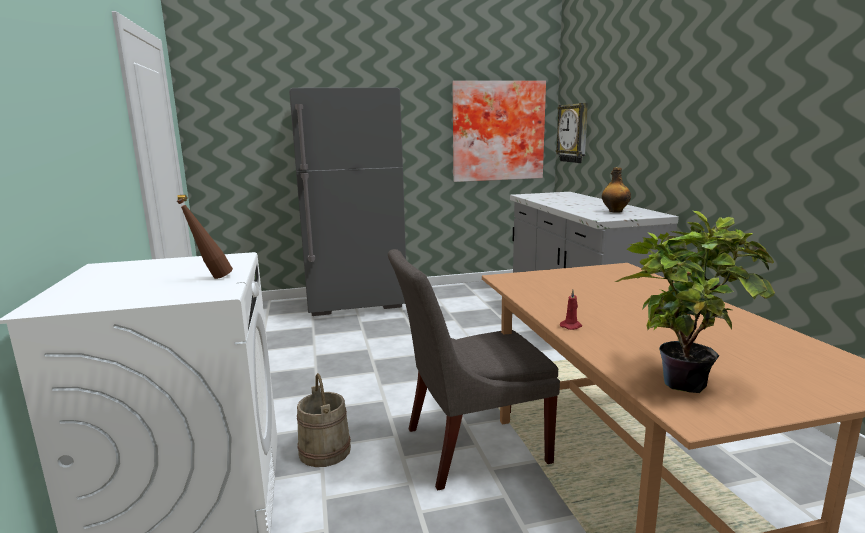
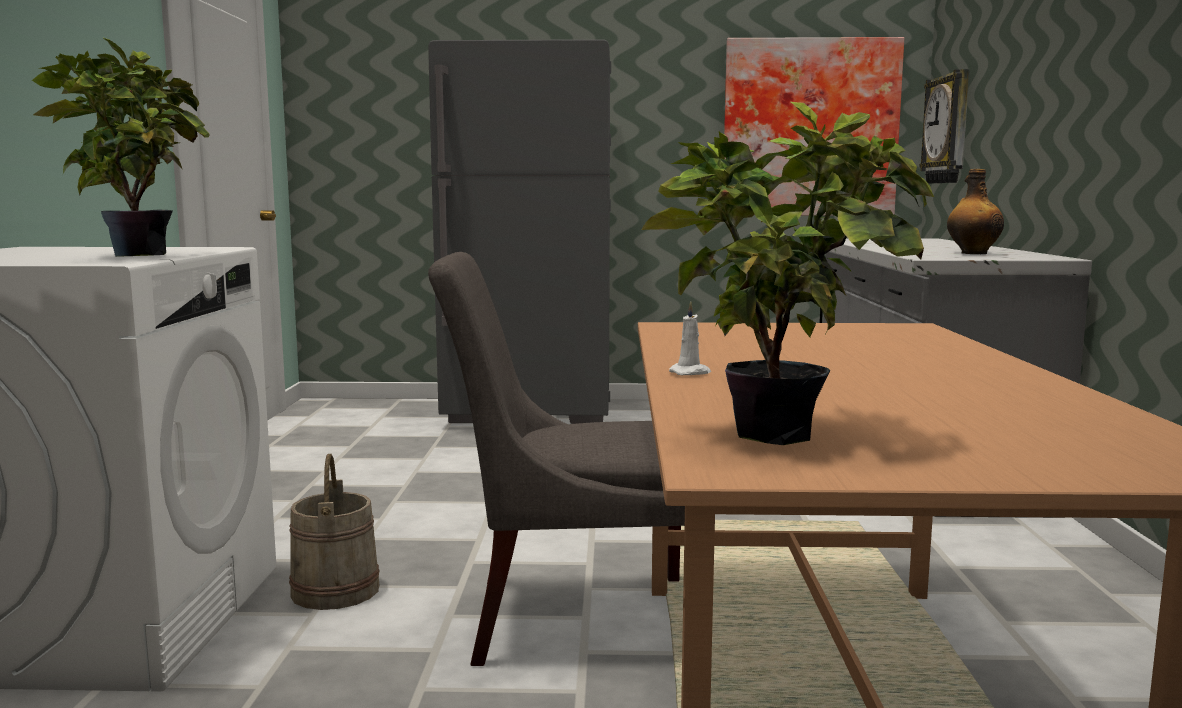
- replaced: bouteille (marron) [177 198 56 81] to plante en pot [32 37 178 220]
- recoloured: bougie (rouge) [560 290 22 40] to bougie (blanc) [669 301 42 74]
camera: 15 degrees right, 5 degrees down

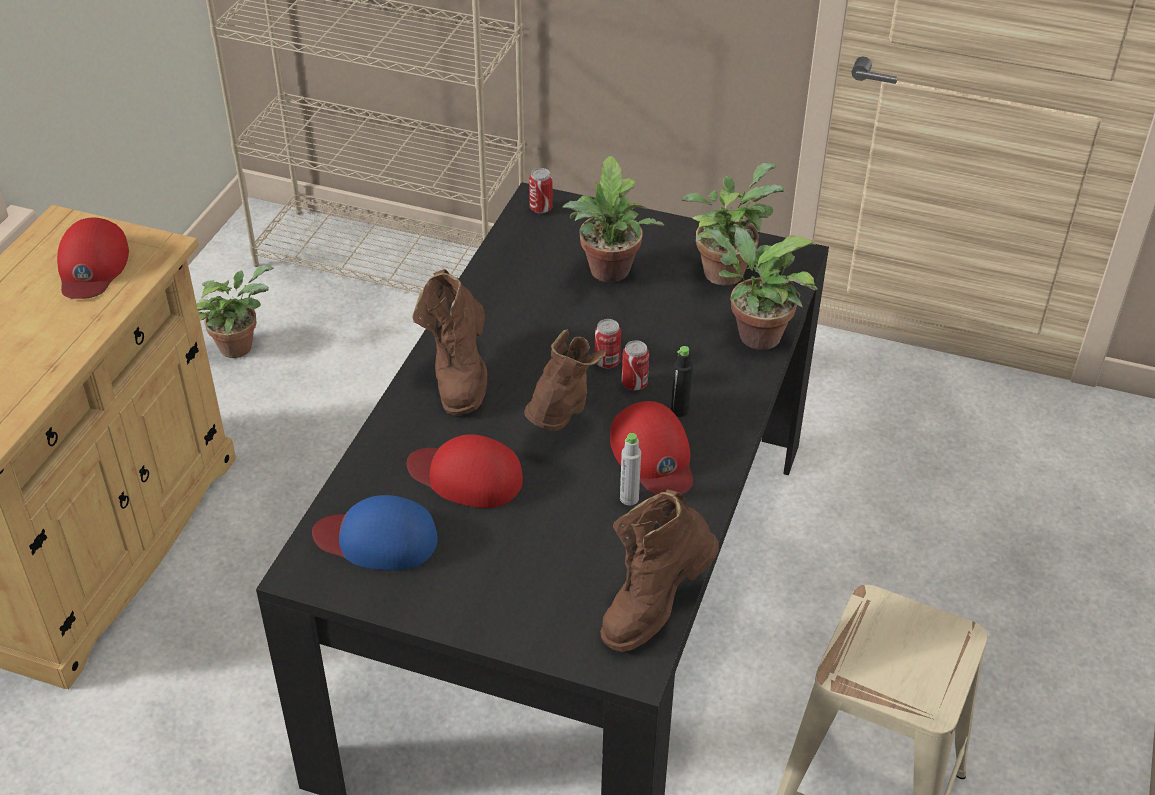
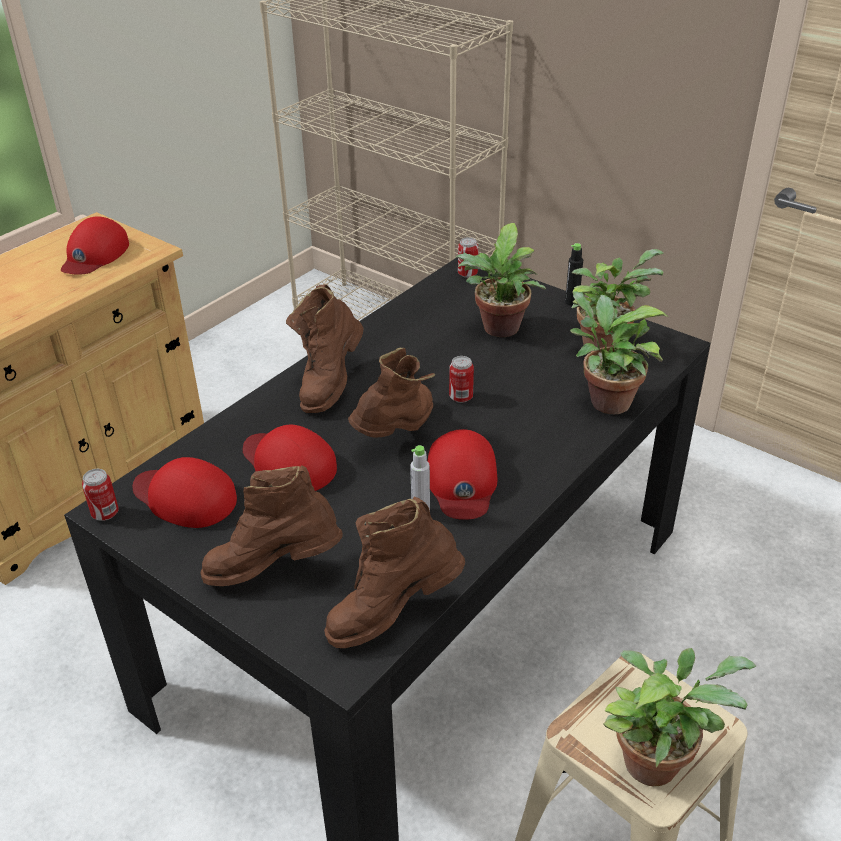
- moved: boîte métallique [622 340 27 51] to [82 469 37 52]
- recoloured: casquette (bleu) [312 495 126 76] to casquette (rouge) [133 457 104 71]
- added: botte (marron) [200 465 143 121]
- moved: bouteille (noir) [671 346 22 71] to [565 243 18 63]
- moved: plante en pot [196 265 78 93] to [603 648 153 138]
camera: 20 degrees right, 5 degrees down

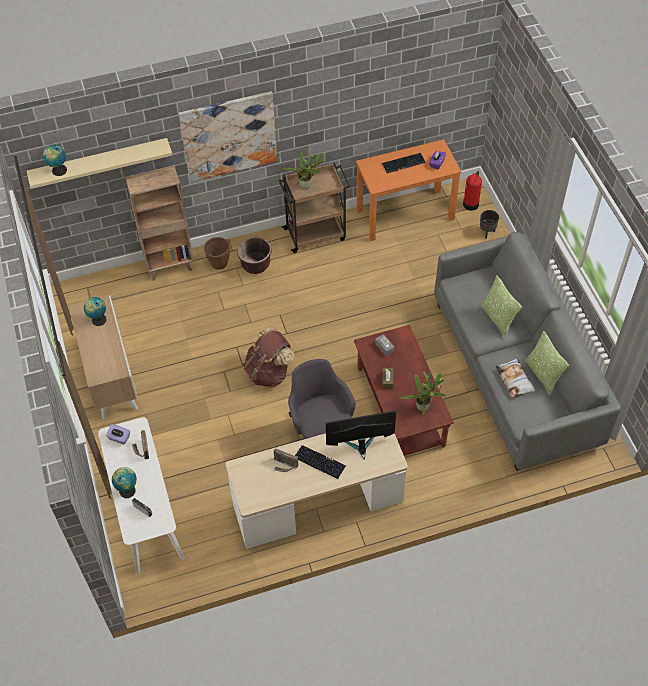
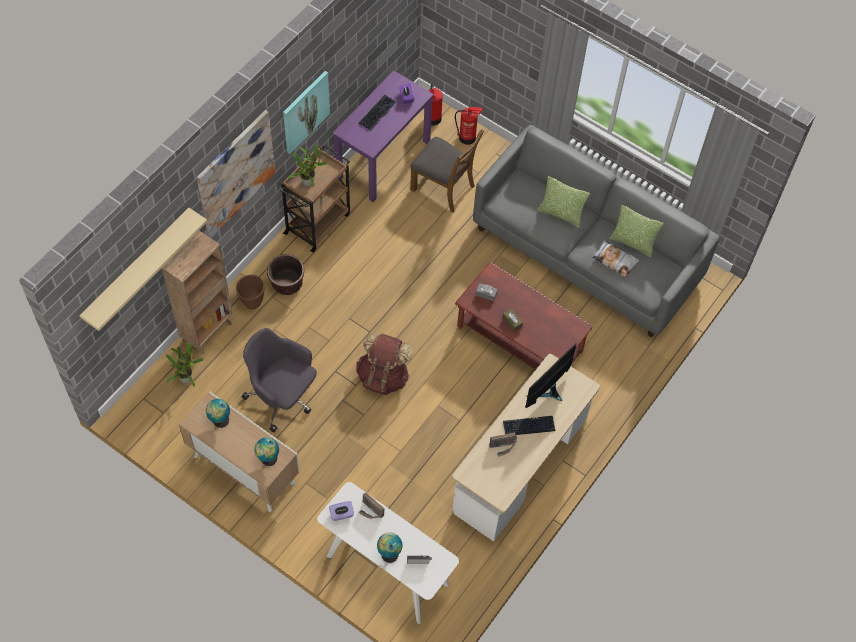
- moved: plante en pot [401 371 45 44] to [166 342 38 44]
- moved: chaise de bureau (gris) [288 359 68 81] to [242 328 75 104]
- moved: globe [43 145 24 31] to [255 437 24 29]
- added: tableau [283 71 47 83]
- recoloured: bureau (orange) [356 139 105 102] to bureau (violet) [332 71 102 131]
- added: chaise (marron) [410 129 74 83]
- replaced: cache-pot (noir) [480 210 19 29] to extincteur [455 107 27 38]
camera: 40 degrees left, 5 degrees up

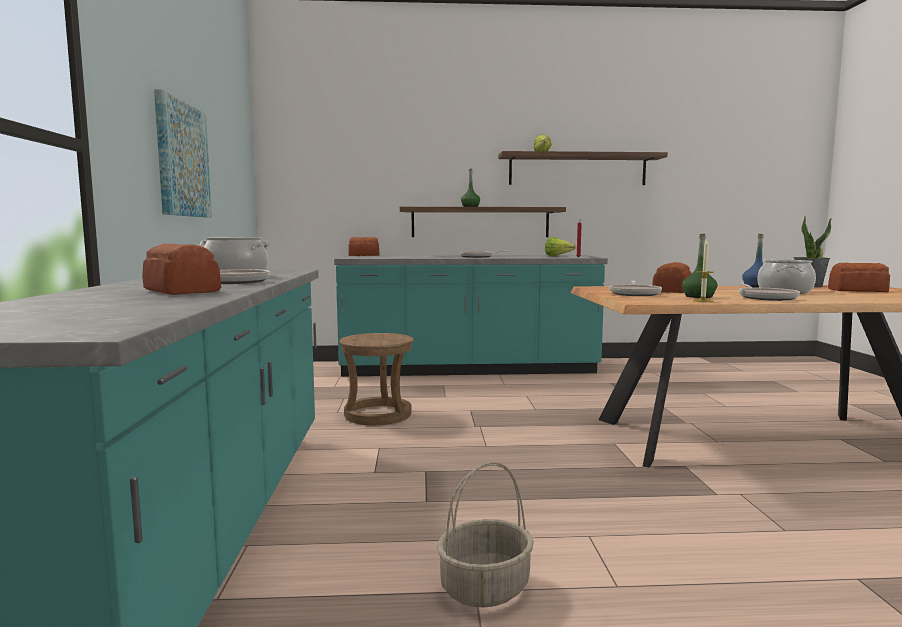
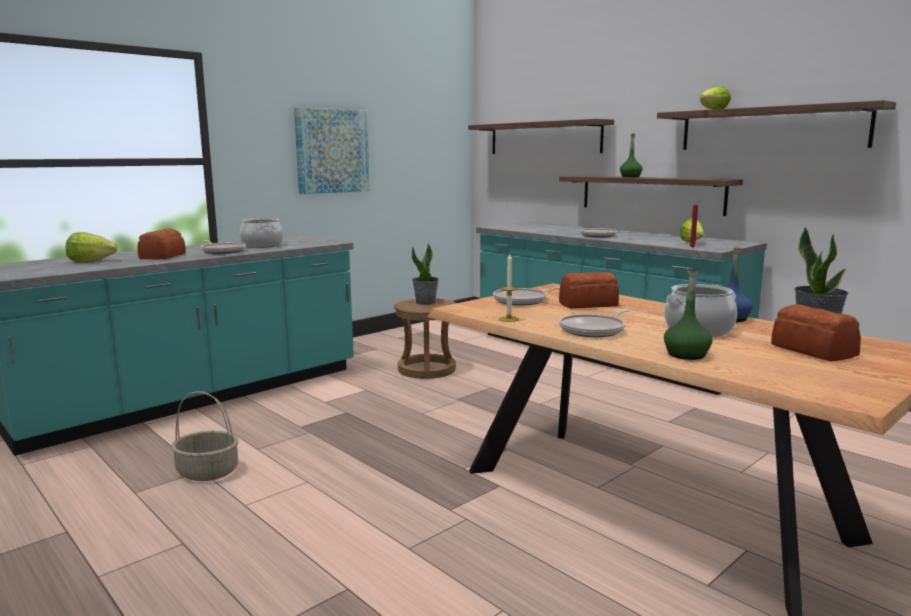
- added: laitue [66 232 52 30]
- added: plante en pot [412 243 27 62]
- added: étagère [468 119 146 35]
- moved: bouteille (vert) [682 234 35 64] to [664 268 49 92]
- removed: pain [348 237 31 19]
camera: 50 degrees right, 5 degrees up

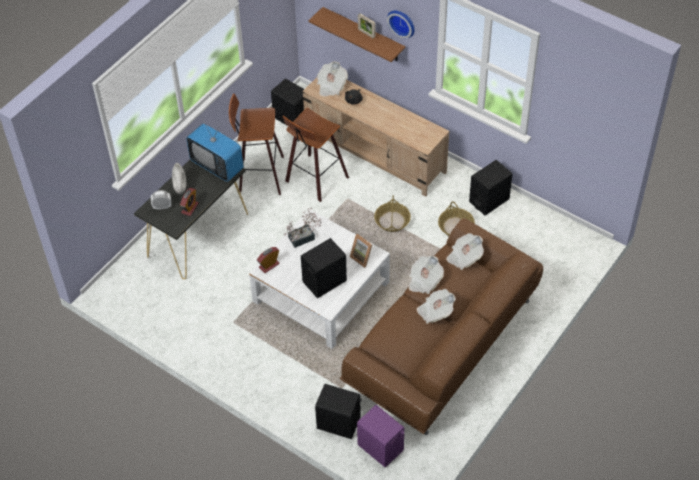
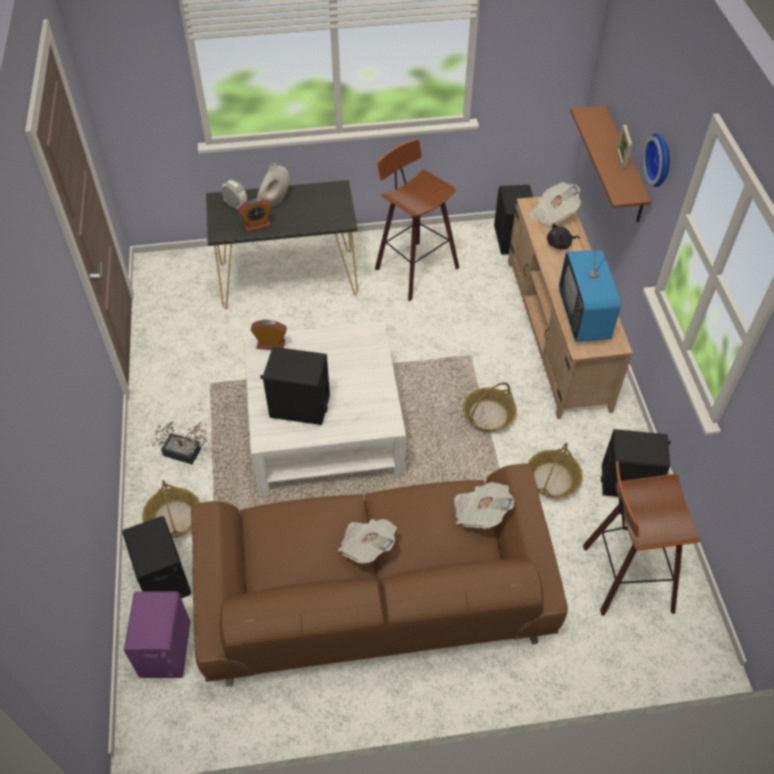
- added: panier [142 480 58 58]
- moved: plante en pot [284 208 38 40] to [152 421 55 44]
- moved: téléviseur [186 118 58 64] to [559 233 62 109]
- moved: tabouret [282 107 67 95] to [583 461 118 155]
- removed: cadre photo [350 234 22 34]
- removed: journal [409 256 35 38]
camera: 45 degrees right, 0 degrees up

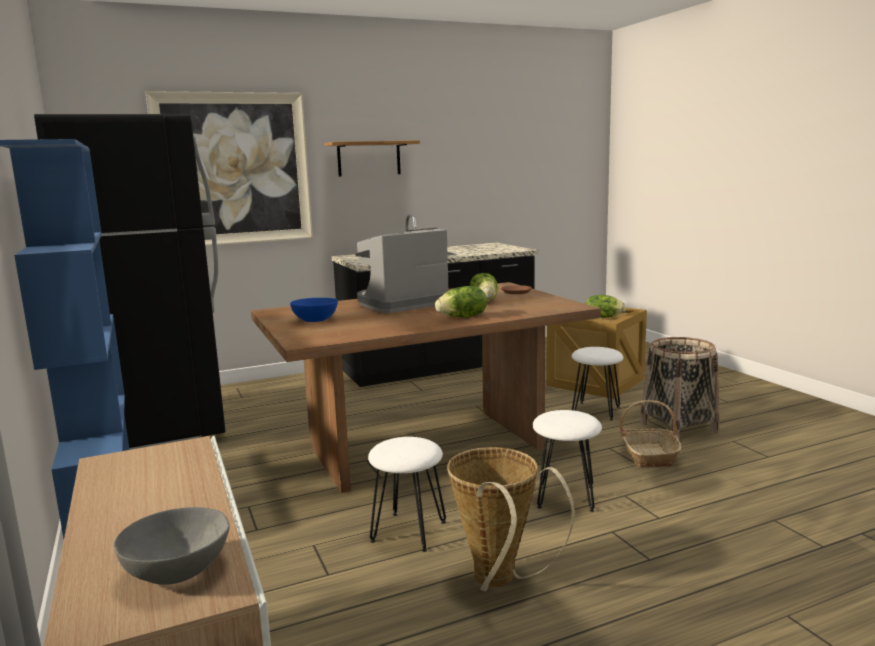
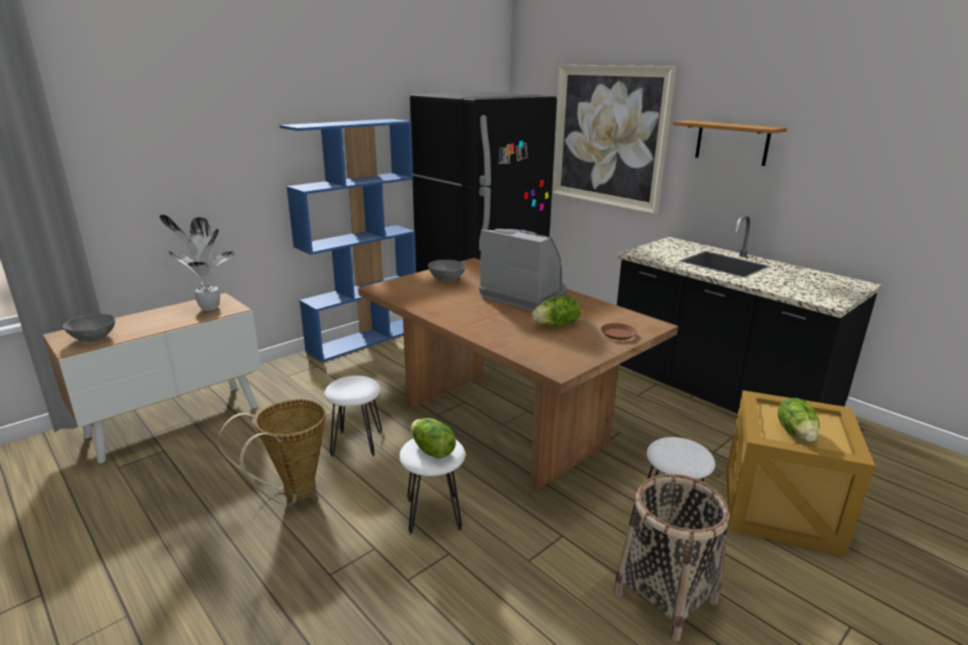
- added: plante en pot [160 215 75 96]
- moved: laitue [435 286 52 32] to [411 418 45 41]
- recoloured: bol (bleu) [290 298 48 24] to bol (gris) [428 260 37 22]
- removed: panier [619 400 63 67]
camera: 70 degrees right, 10 degrees up

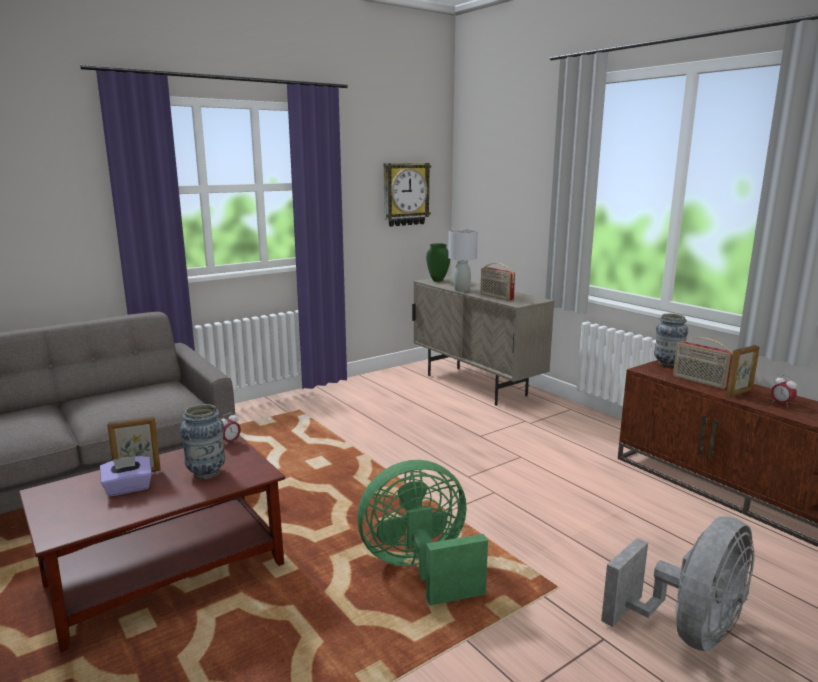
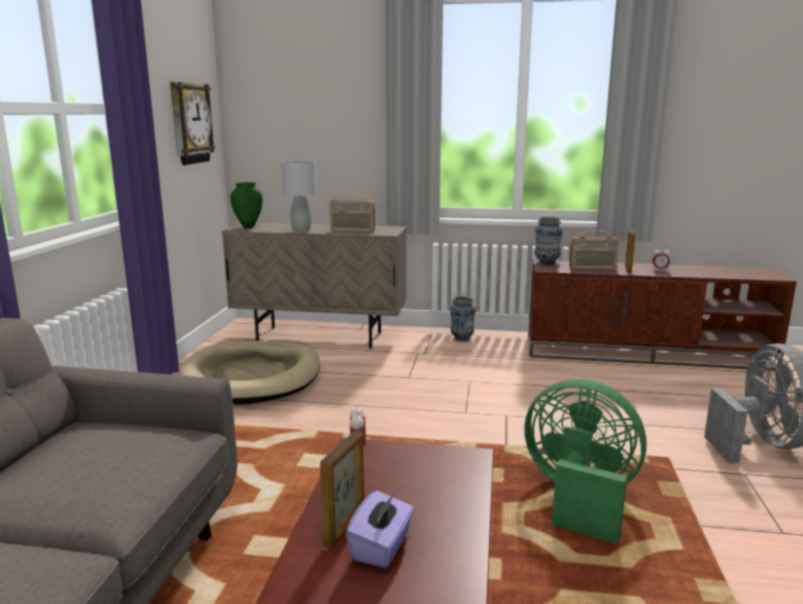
- added: panier pour chien (beige) [178 341 142 64]
- moved: vase [180 404 45 75] to [450 296 25 45]
- turned: ventilateur (vert) [357 460 131 146] = [524 379 123 166] 90 degrees clockwise
camera: 45 degrees left, 0 degrees up

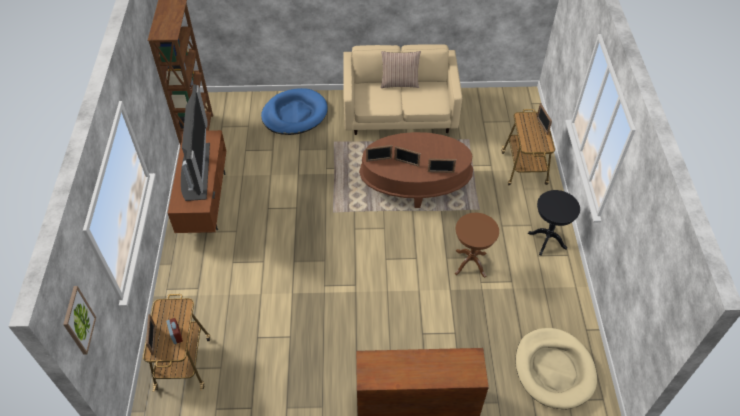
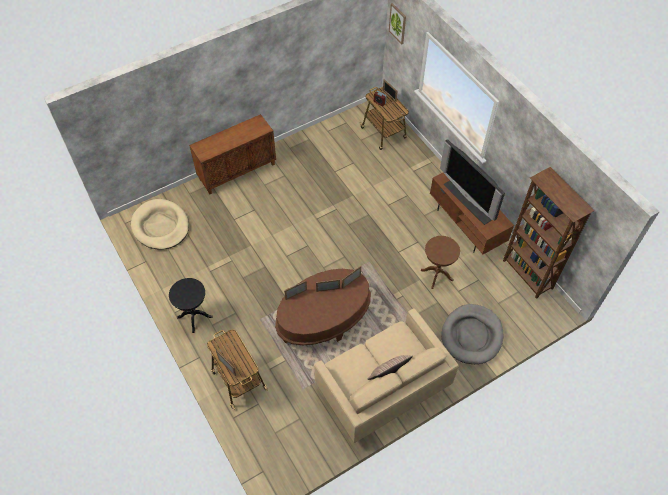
- moved: table d'appoint (marron) [455 213 44 65] to [421 236 39 53]
- recoloured: panier pour chien (bleu) [261 88 67 47] to panier pour chien (gris) [441 304 62 60]
camera: 150 degrees right, 5 degrees up

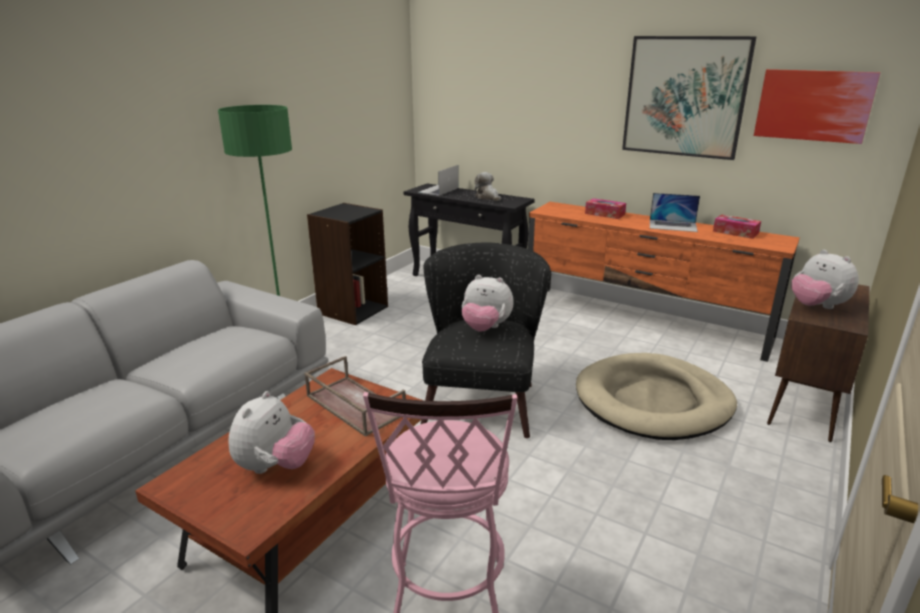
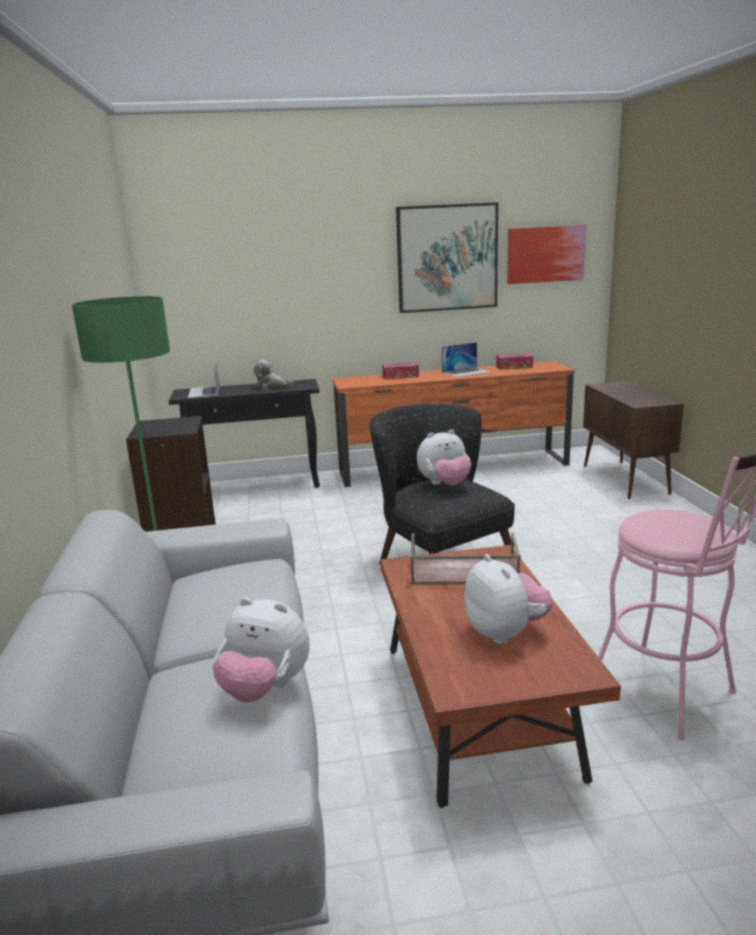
- moved: peluche [791 250 68 59] to [213 597 97 105]
- removed: panier pour chien (beige) [576 353 161 87]
camera: 40 degrees left, 5 degrees down

